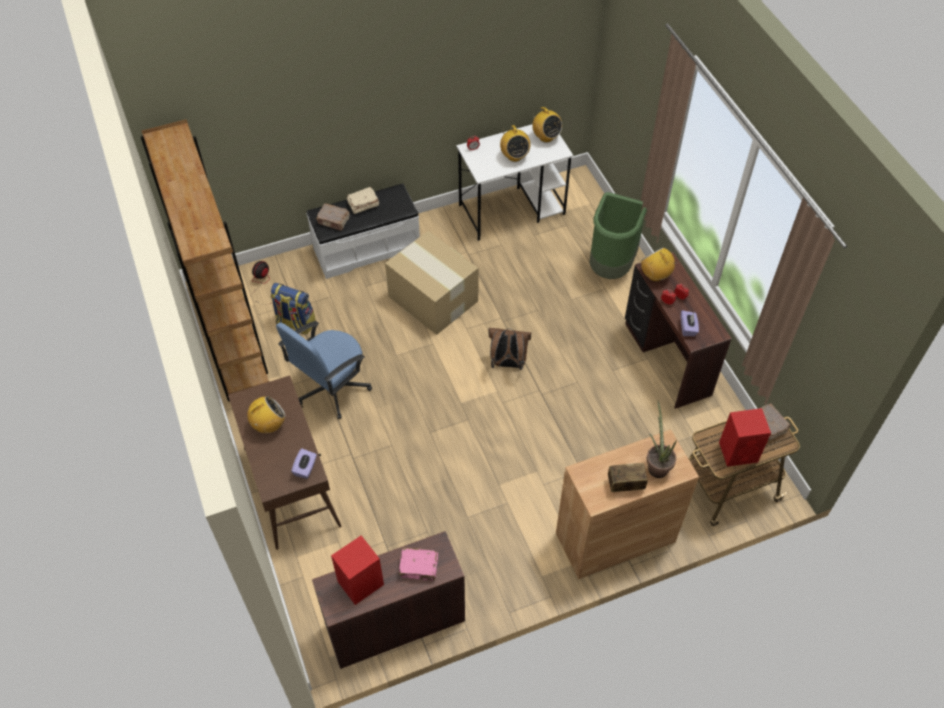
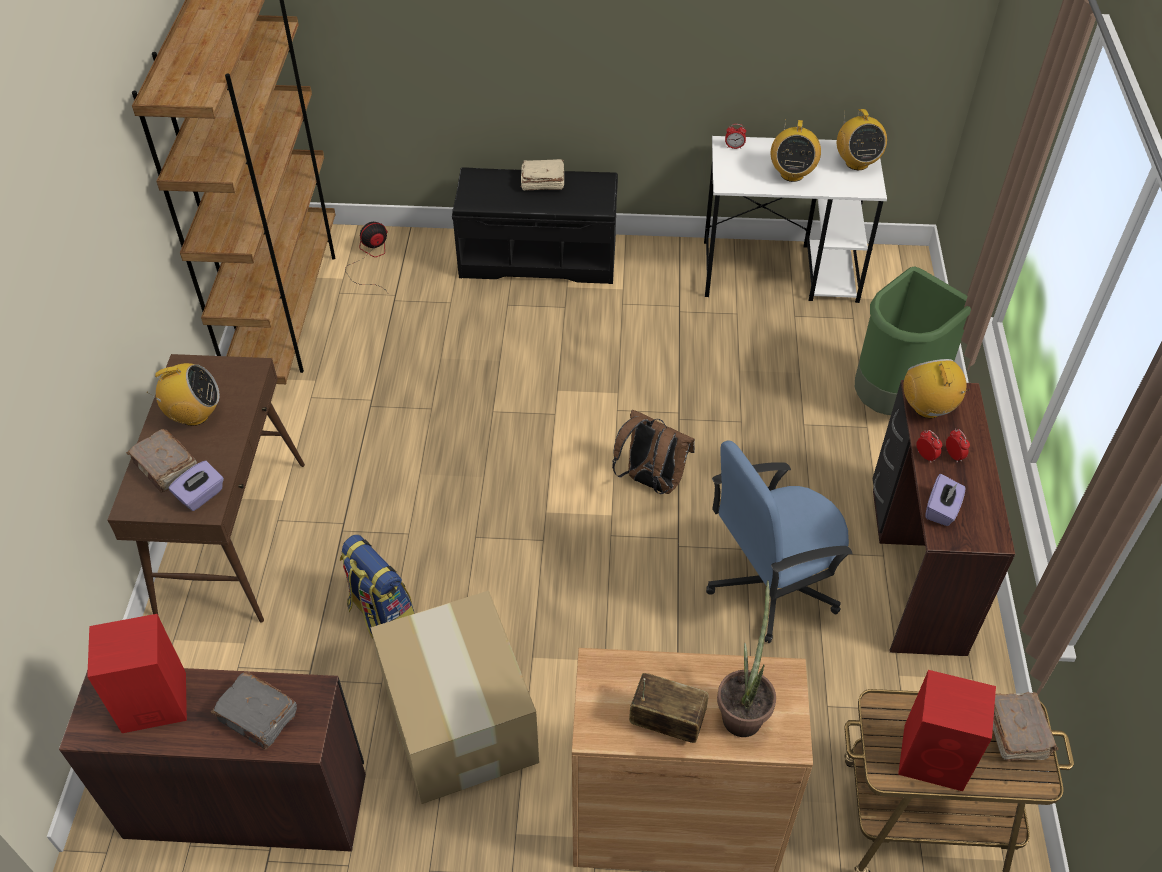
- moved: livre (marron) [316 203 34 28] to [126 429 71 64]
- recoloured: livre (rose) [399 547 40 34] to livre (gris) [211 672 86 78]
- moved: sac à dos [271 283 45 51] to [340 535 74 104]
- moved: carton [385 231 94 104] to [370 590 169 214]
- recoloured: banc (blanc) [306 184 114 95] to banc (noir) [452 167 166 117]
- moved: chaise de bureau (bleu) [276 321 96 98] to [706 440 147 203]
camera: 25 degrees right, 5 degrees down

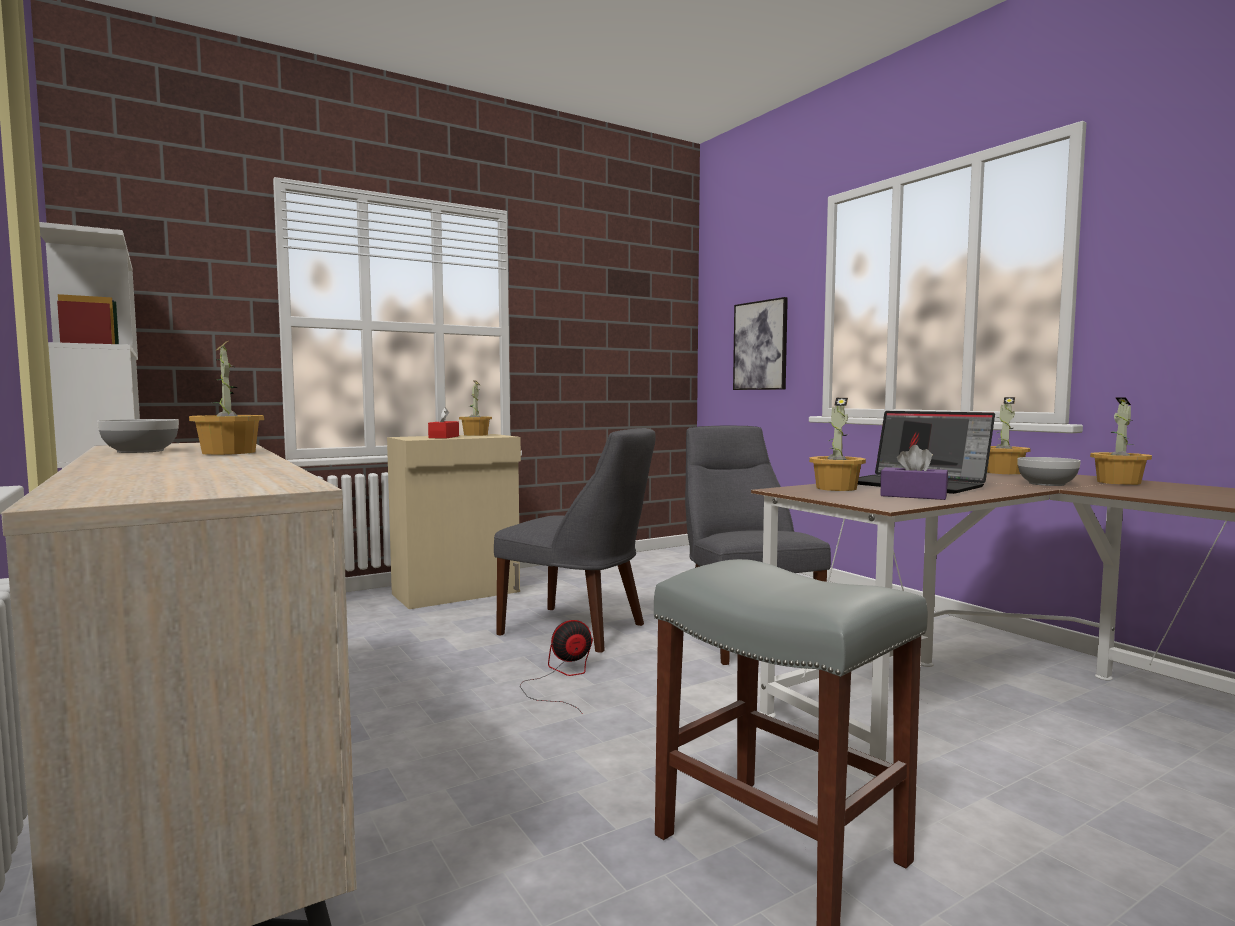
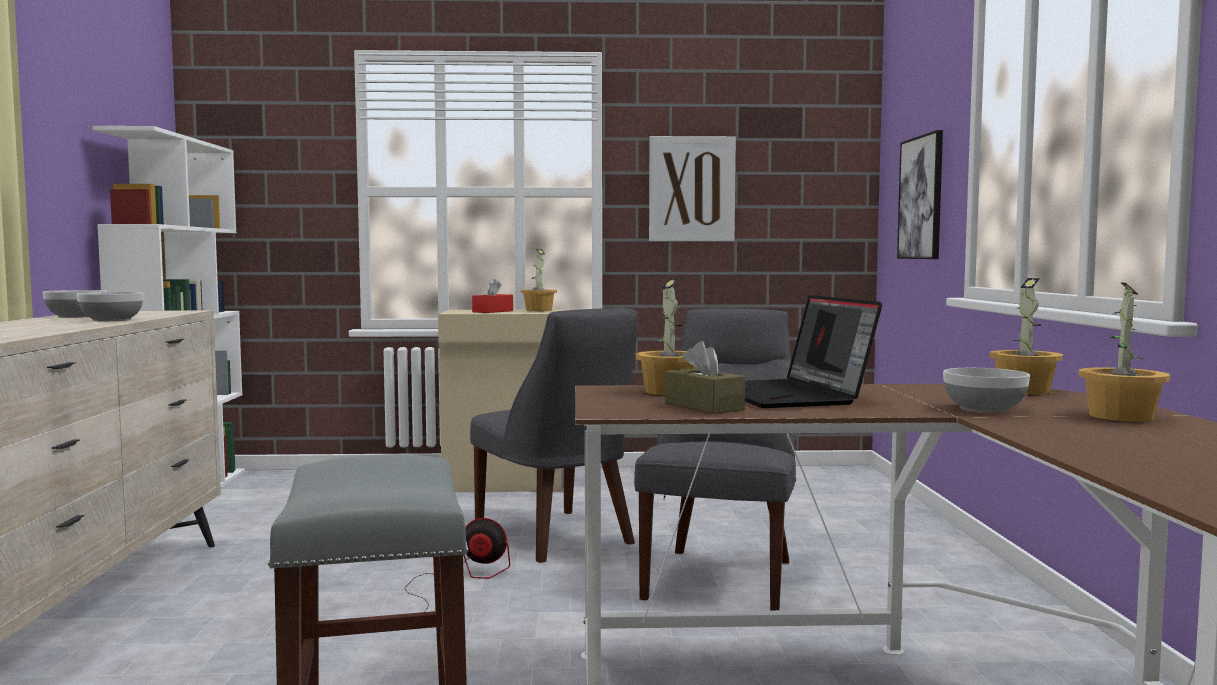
- replaced: plante en pot [189 341 75 114] to bol [77 292 66 29]
- added: tableau [649 136 87 105]
- recoloured: boîte à mouchoirs (violet) [880 445 68 55] to boîte à mouchoirs (marron) [665 341 80 73]
camera: 30 degrees right, 0 degrees up

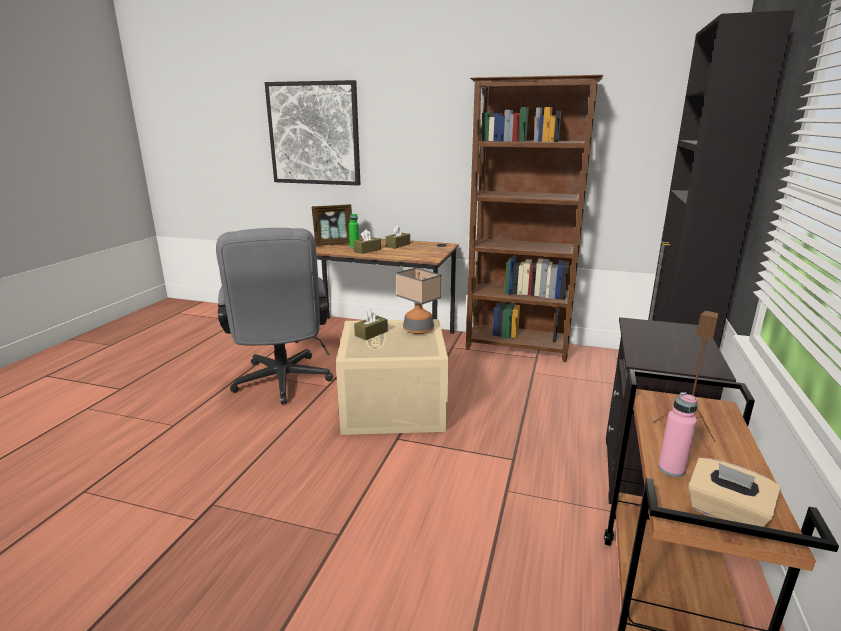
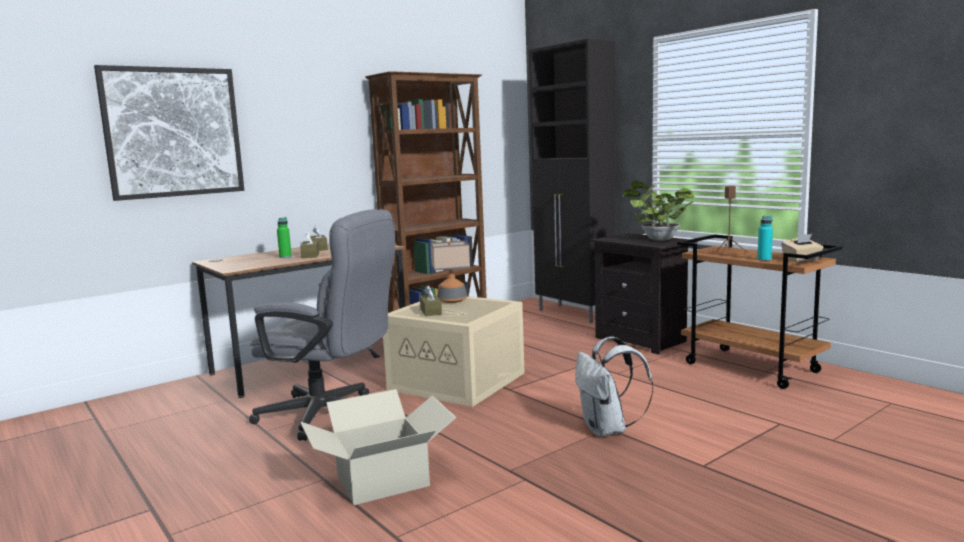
- added: carton [300 389 156 116]
- added: sac à dos (blanc) [575 336 78 101]
- added: plante en pot [622 181 72 60]
- recoloured: bouteille (rose) [658 392 40 85] to bouteille (turquoise) [757 216 16 45]
- removed: cadre photo [312 204 40 42]
camera: 55 degrees left, 10 degrees down

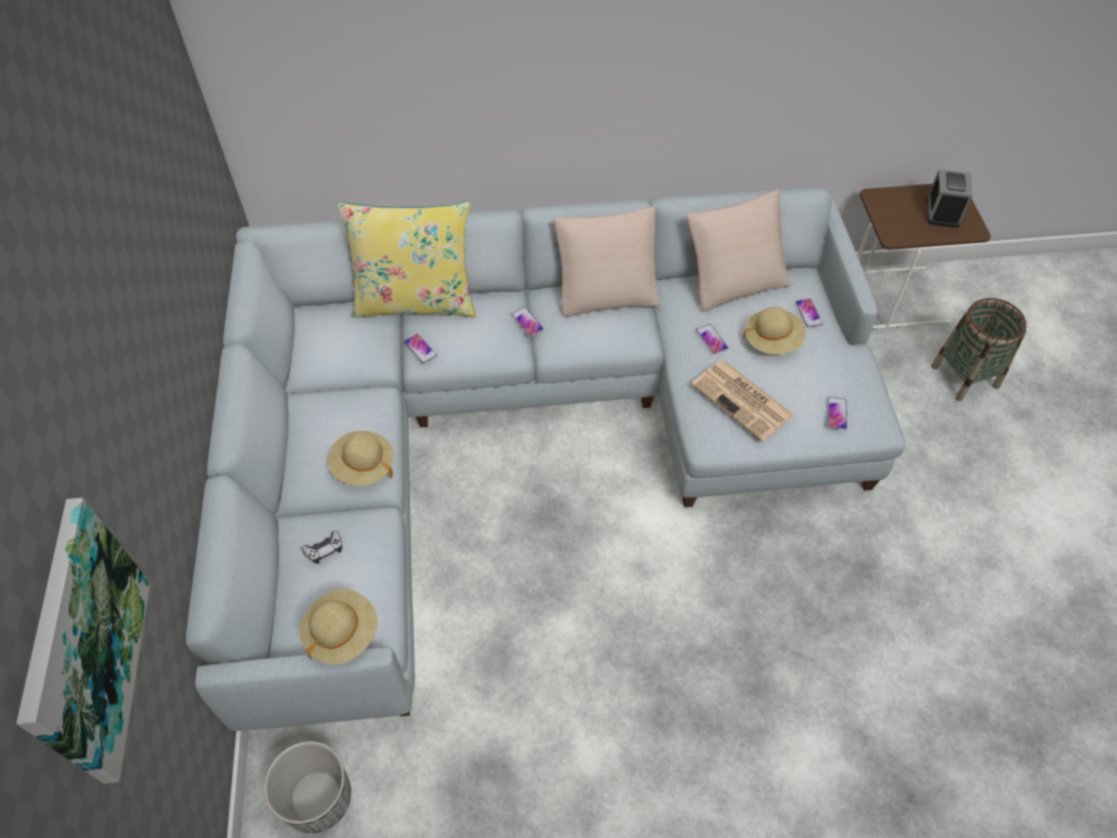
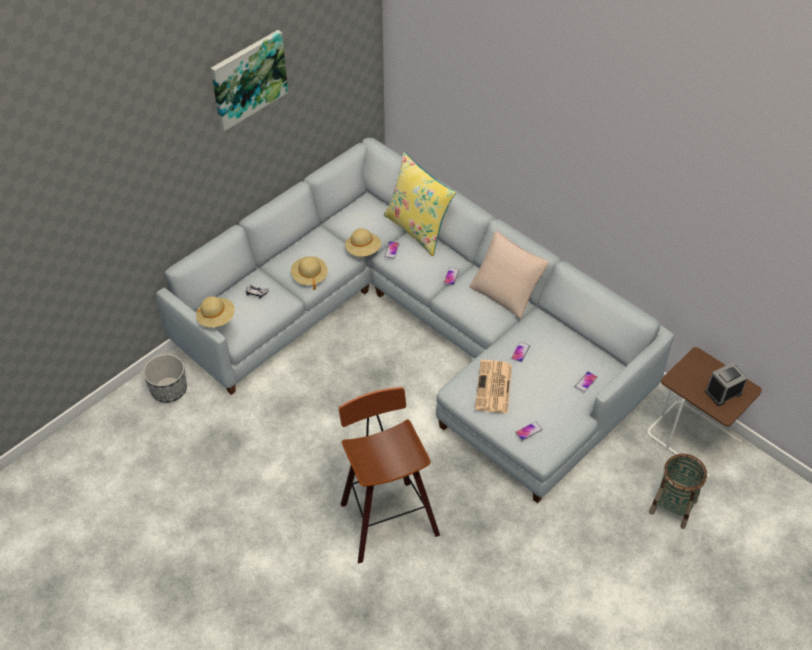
- moved: tableau [16 498 134 286] to [211 30 77 101]
- added: tabouret [339 387 101 177]
- moved: chapeau (beige) [743 307 62 47] to [345 228 36 29]
- removed: coussin (beige) [687 190 104 122]
camera: 50 degrees right, 5 degrees down

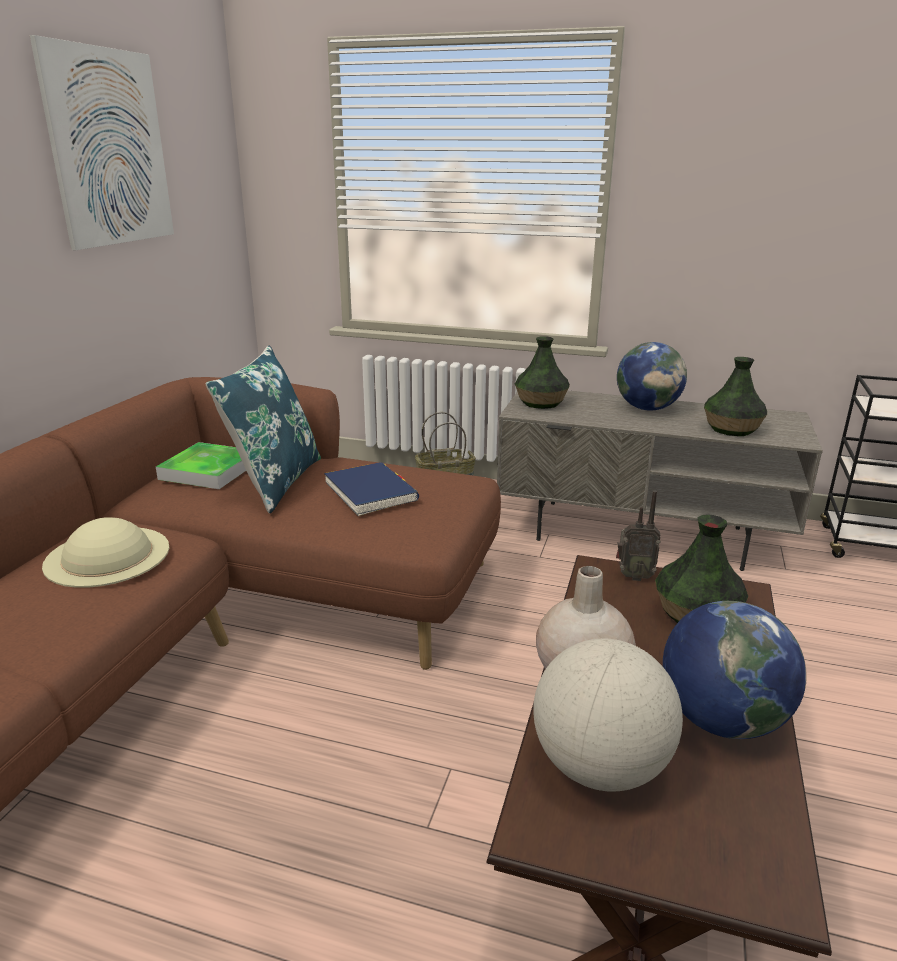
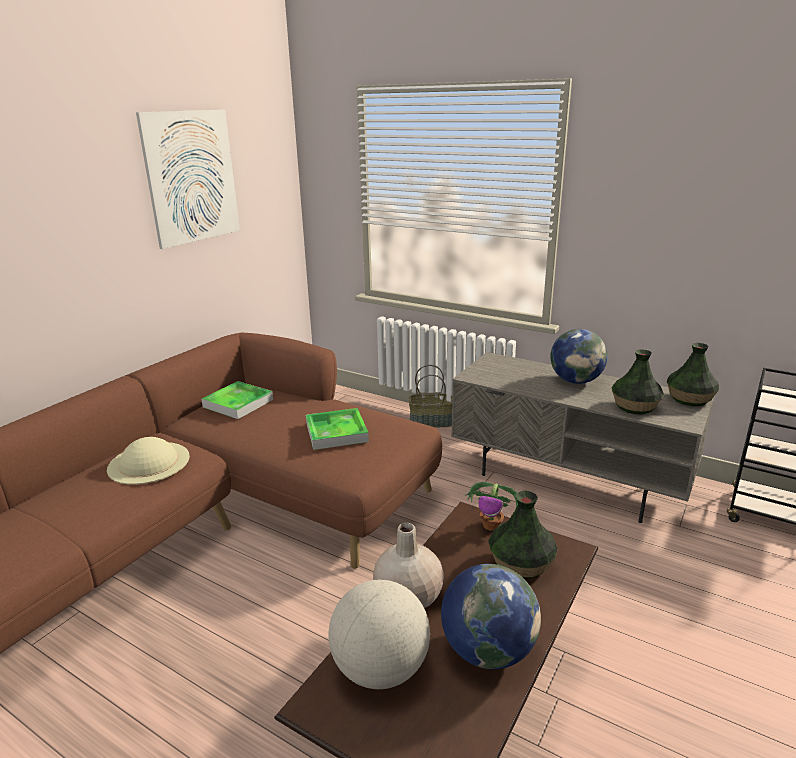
- replaced: livre (bleu) [324 462 95 54] to plateau [306 408 63 42]
- replaced: radio [616 491 45 90] to plante en pot [464 482 54 49]
- moved: vase [515 336 55 73] to [667 343 52 63]
- removed: coussin (bleu) [206 345 115 169]
camera: 15 degrees right, 0 degrees up

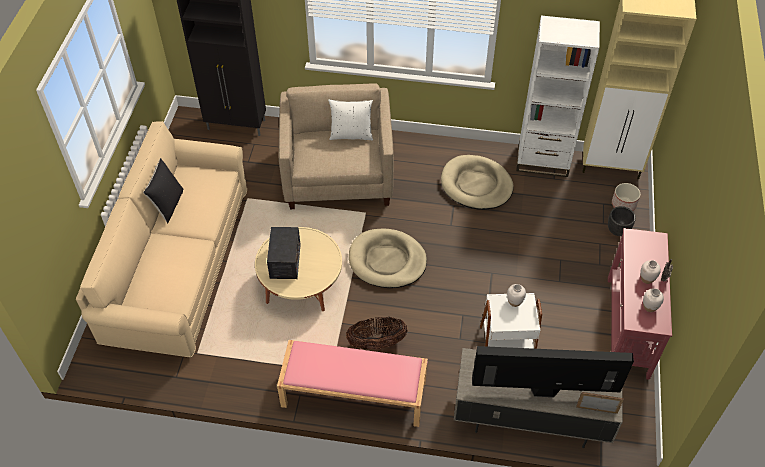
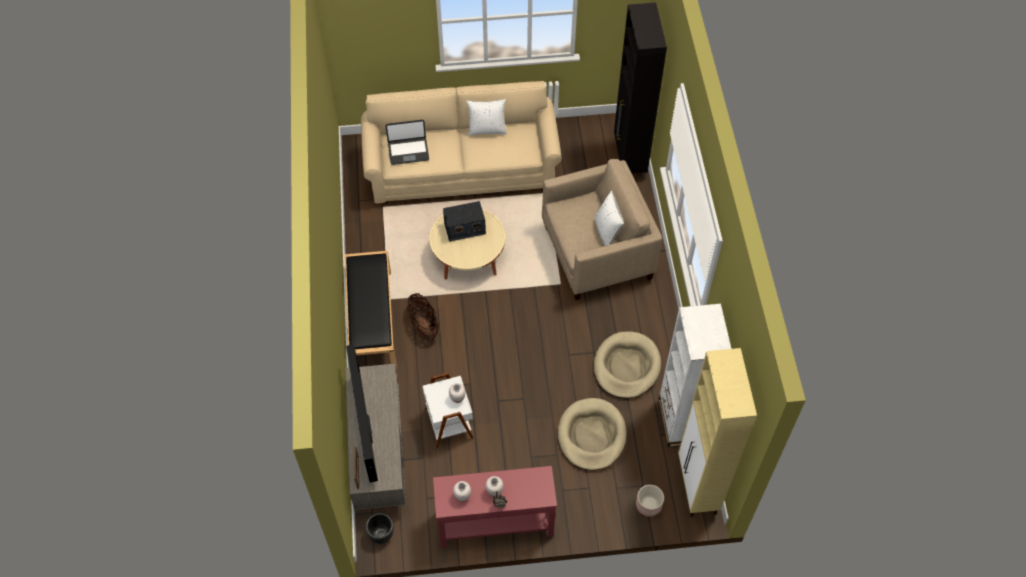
- recoloured: banc (rose) [277 340 151 87] to banc (noir) [344 251 53 118]
- moved: cache-pot (noir) [608 206 28 30] to [366 513 27 31]
- added: ordinateur portable [386 120 43 45]
- recoloured: coussin (noir) [143 158 41 65] to coussin (blanc) [466 99 41 37]
- moved: panier pour chien (beige) [349 228 78 60] to [558 398 69 73]
camera: 75 degrees right, 5 degrees up

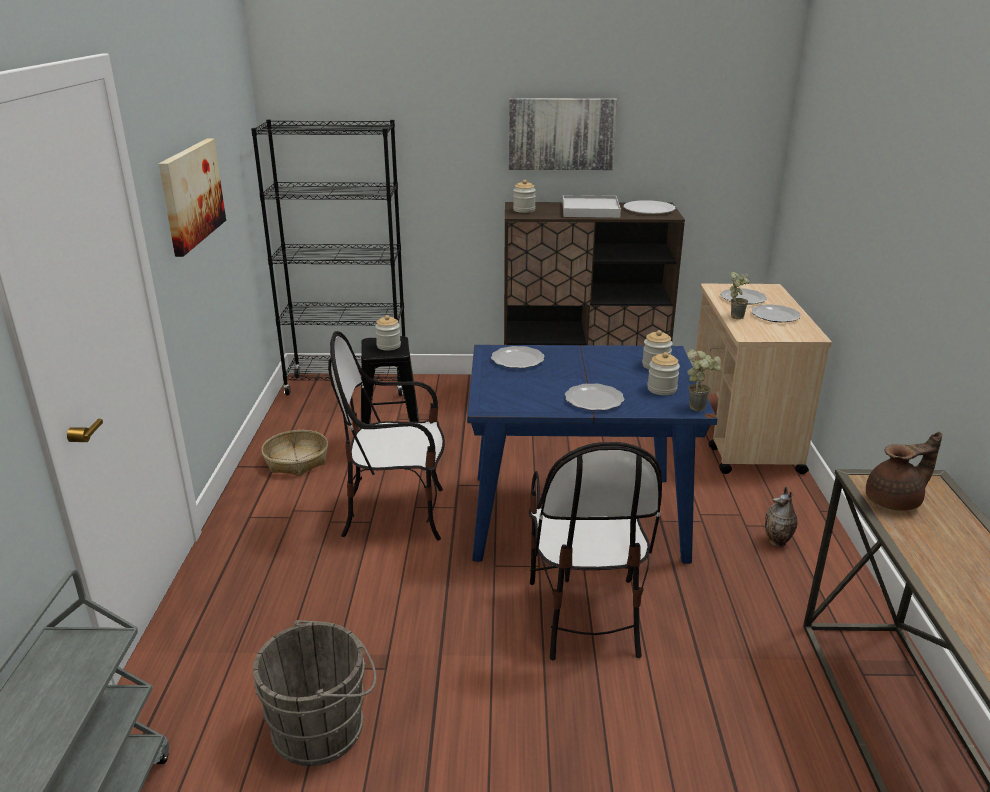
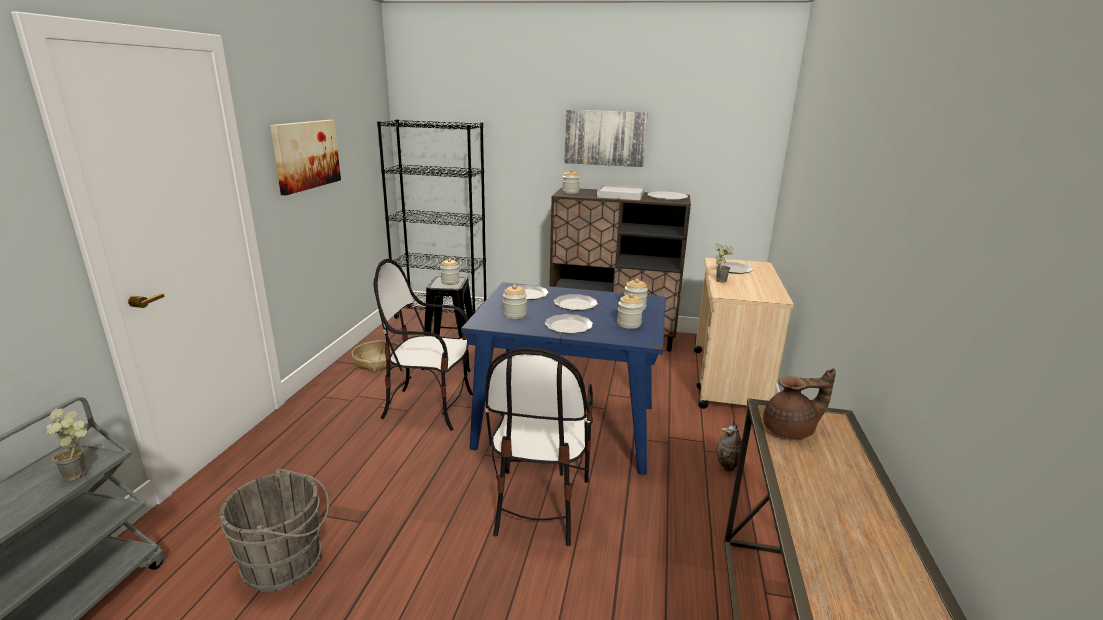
- moved: plante en pot [687 349 34 62] to [46 408 41 73]
- added: bocal [503 284 24 35]
- moved: assiette [752 304 49 18] to [554 294 44 17]
camera: 10 degrees right, 5 degrees down

